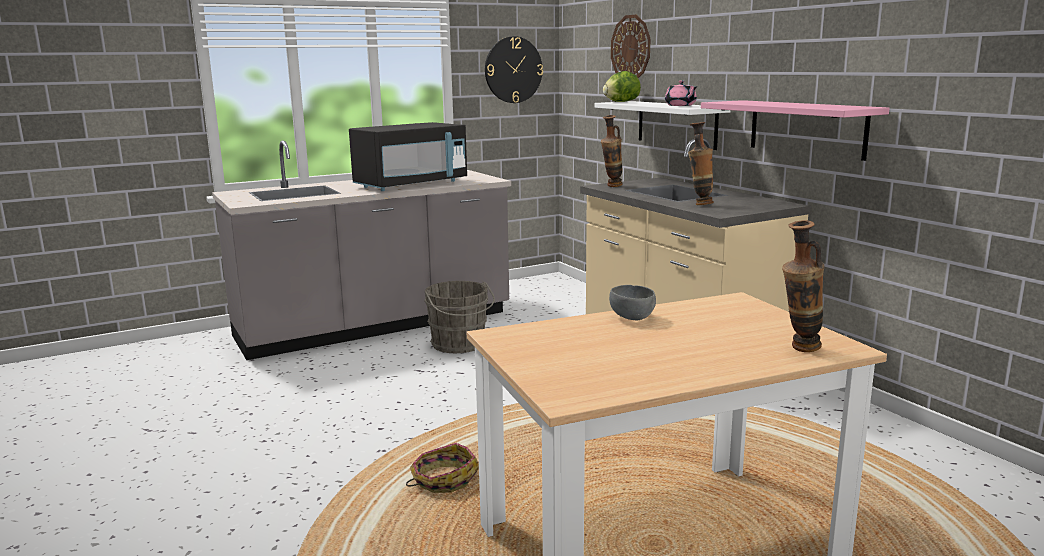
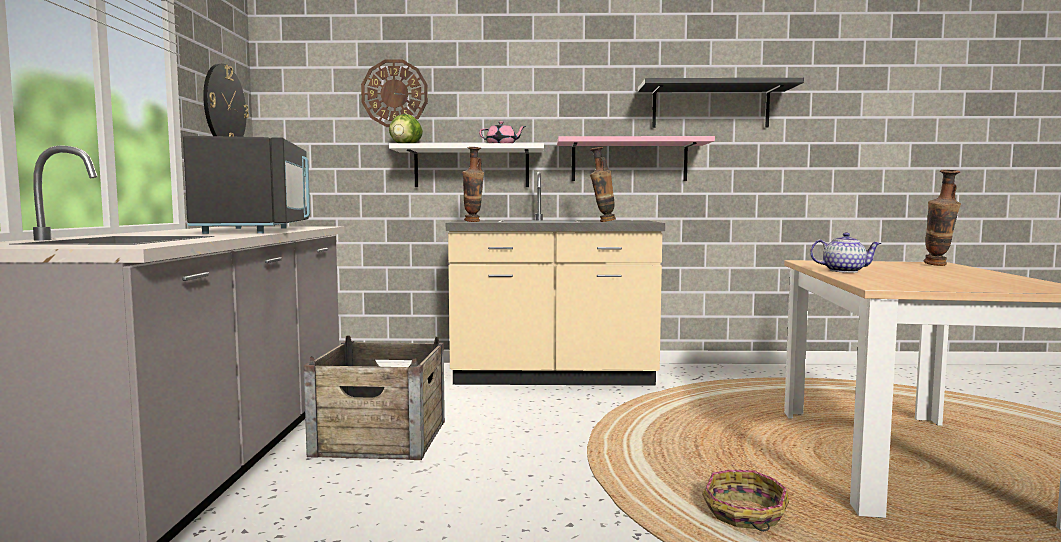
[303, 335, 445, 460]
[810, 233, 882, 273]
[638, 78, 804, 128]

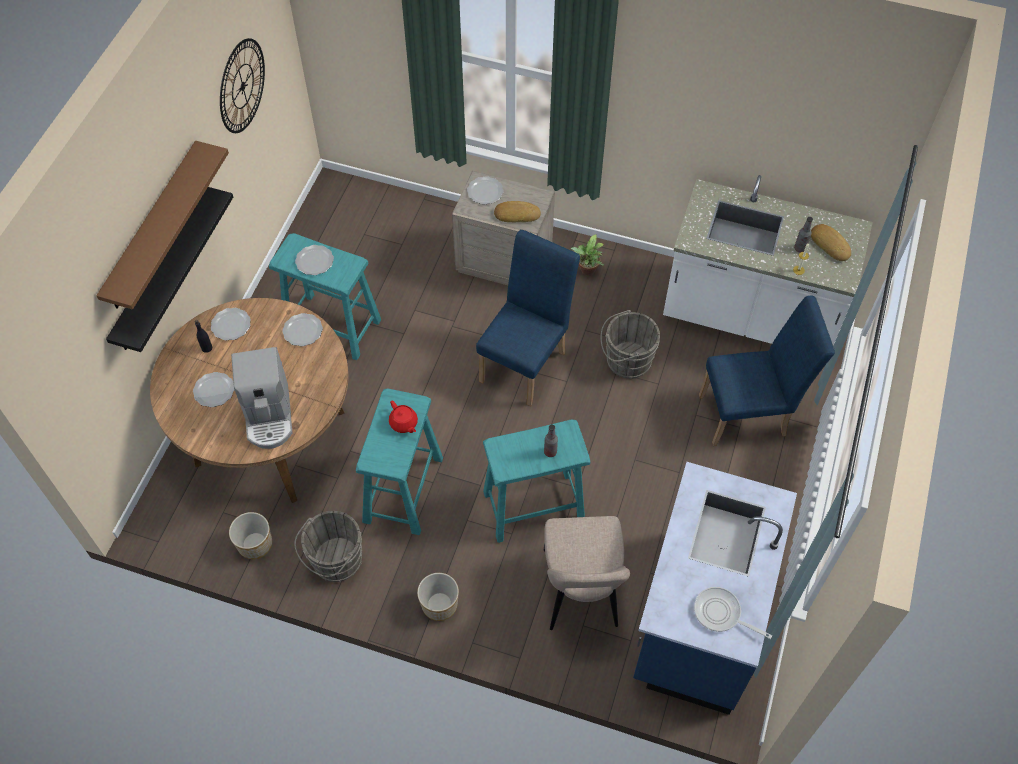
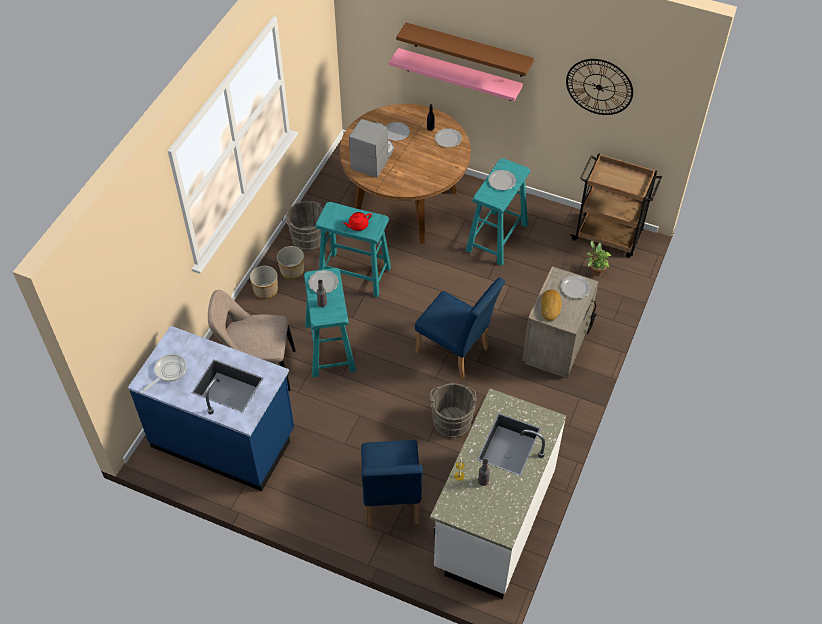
[389, 48, 523, 101]
[811, 224, 851, 261] (first image)
[587, 241, 612, 276]
[308, 270, 339, 293]
[349, 119, 394, 178]
[277, 246, 304, 279]
[570, 153, 662, 258]

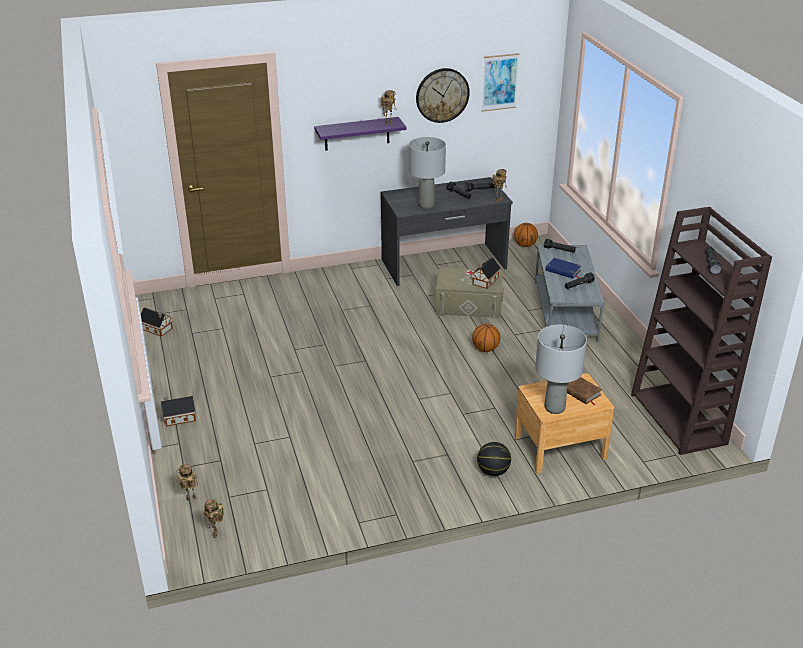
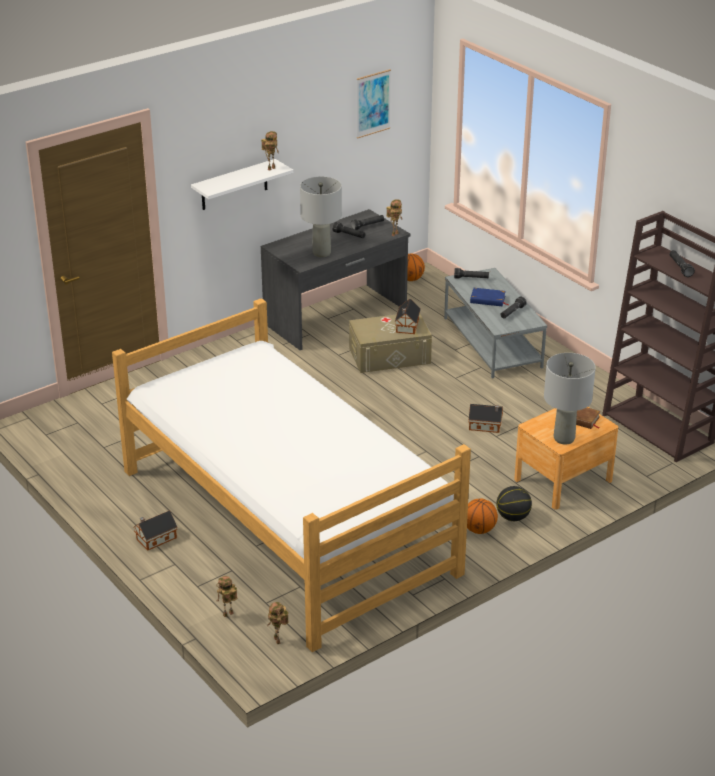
[416, 68, 470, 123] (first image)
[191, 159, 293, 210]
[469, 404, 503, 433]
[467, 498, 498, 534]
[112, 298, 471, 652]

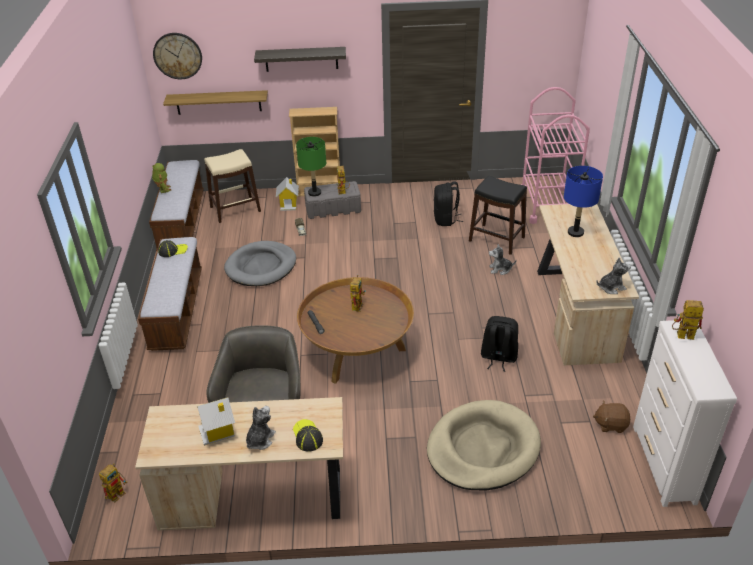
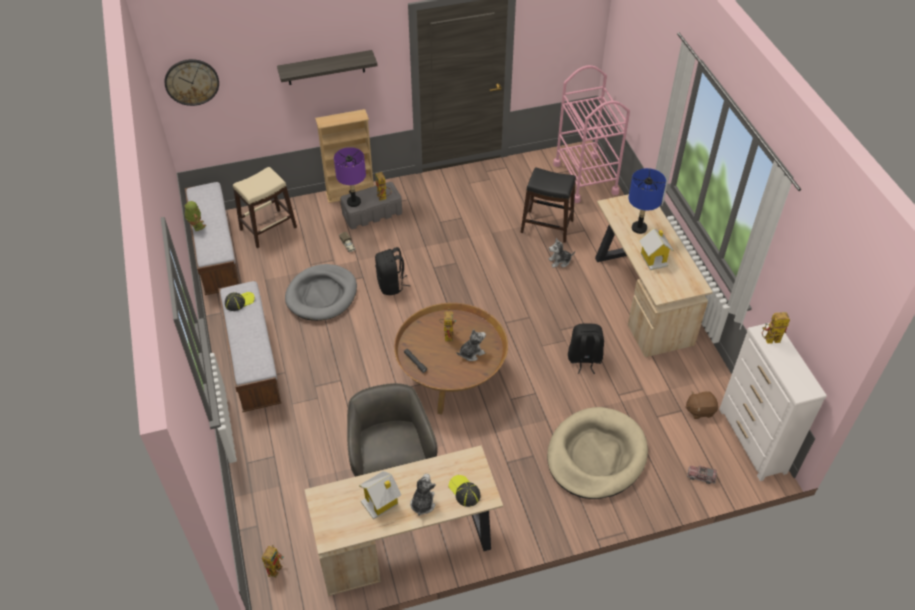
[163, 90, 268, 115] (first image)
[334, 147, 366, 207]
[639, 228, 674, 270]
[375, 247, 411, 295]
[456, 329, 486, 361]
[687, 465, 717, 484]

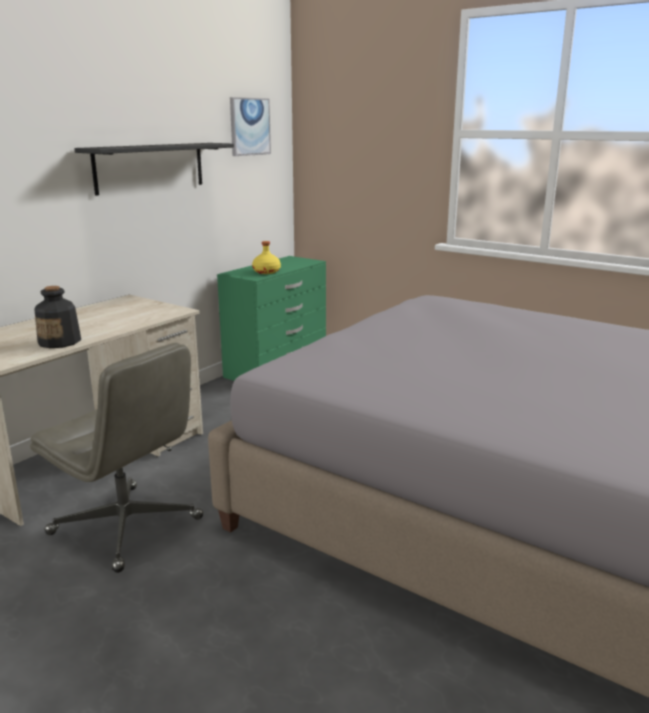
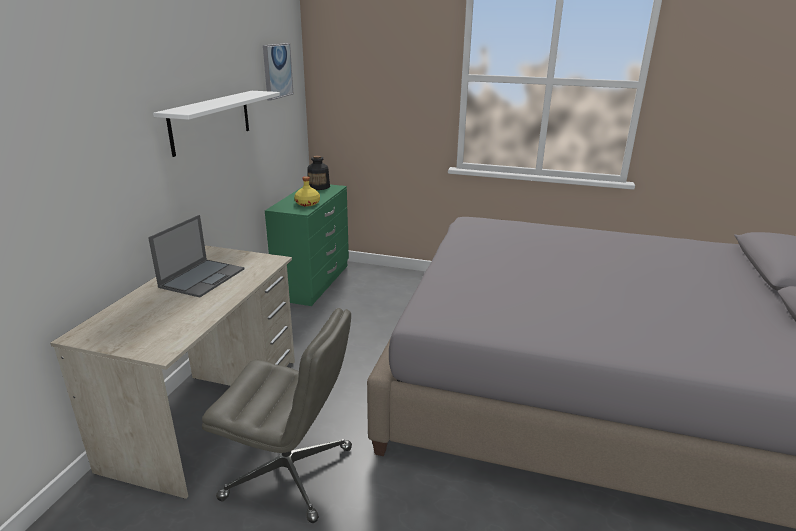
[153, 91, 280, 157]
[307, 155, 330, 190]
[148, 215, 245, 298]

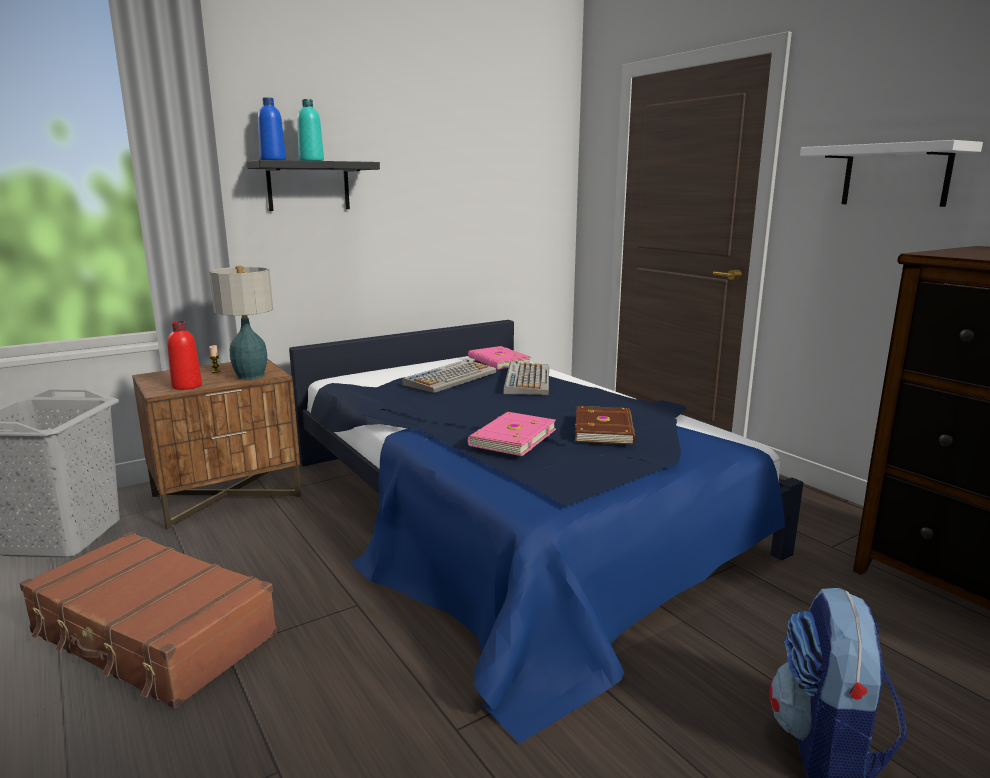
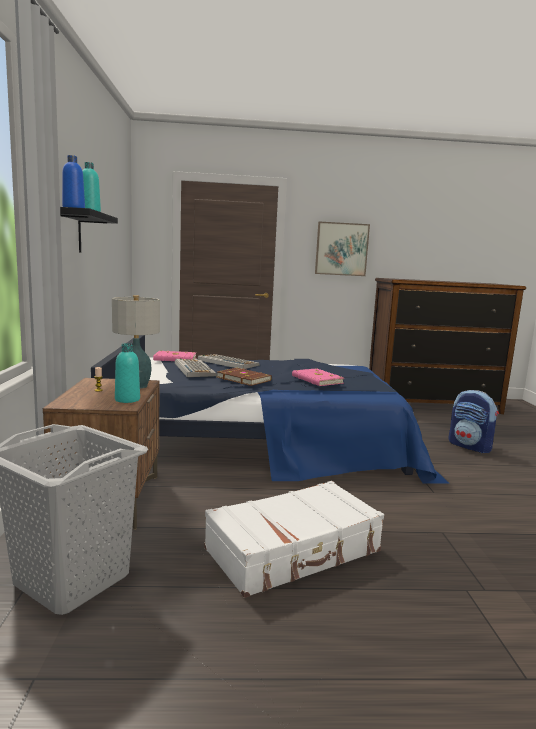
[315, 222, 370, 276]
[115, 343, 140, 403]
[217, 368, 272, 386]
[204, 481, 384, 598]

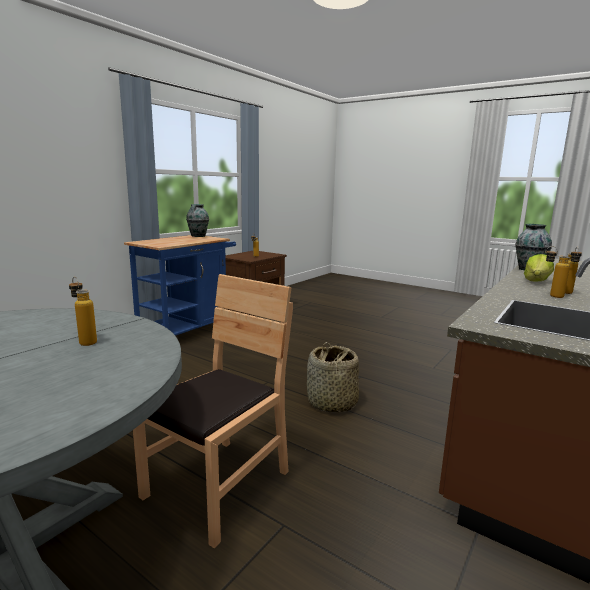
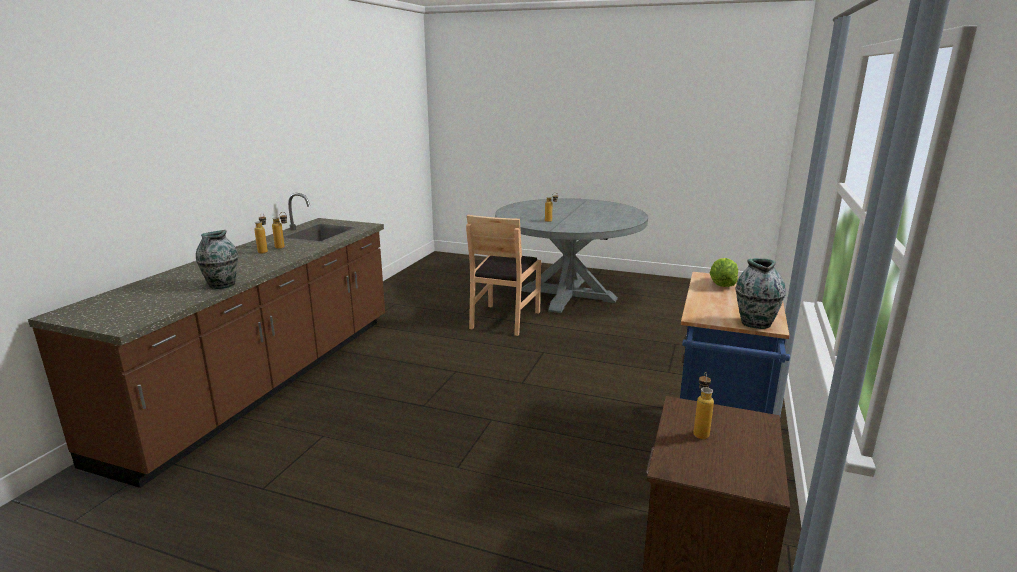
[710, 258, 738, 287]
[307, 342, 359, 413] (first image)

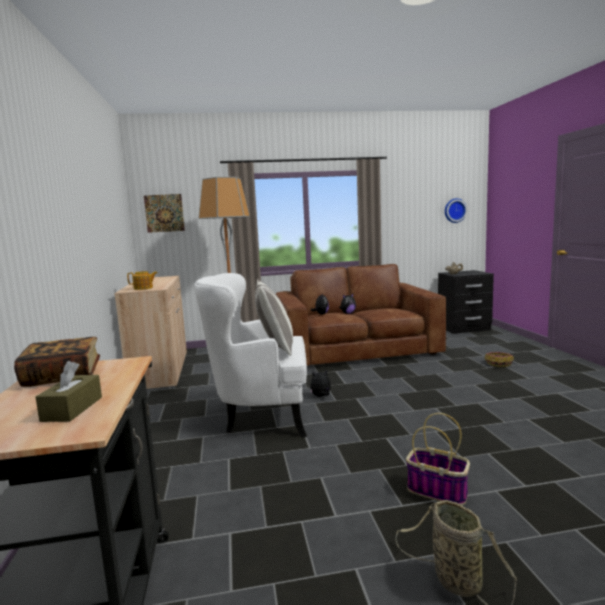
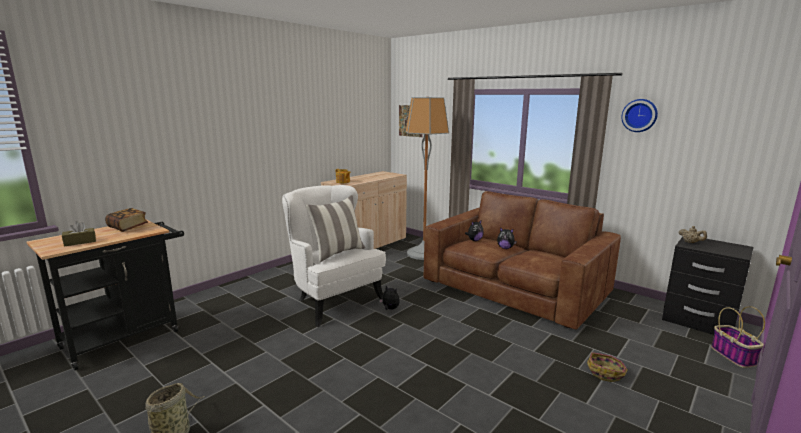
[621, 99, 658, 132]
[711, 306, 765, 368]

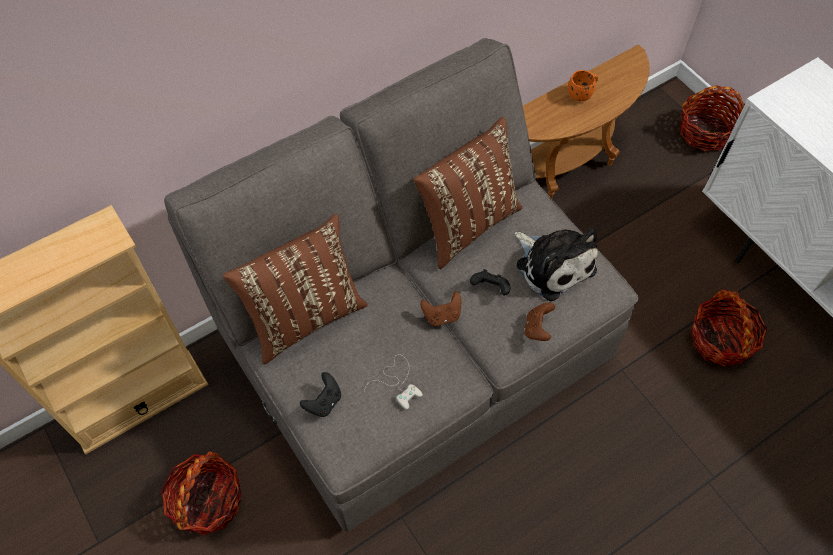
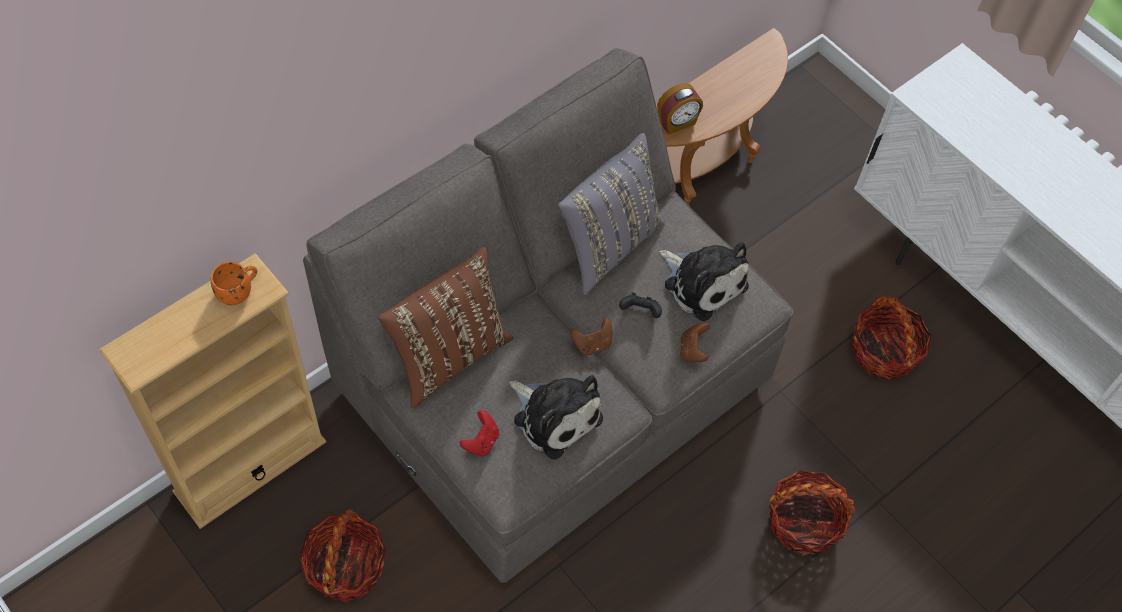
[211, 261, 257, 305]
[769, 470, 855, 555]
[558, 133, 665, 295]
[509, 375, 603, 460]
[460, 410, 499, 456]
[657, 83, 703, 135]

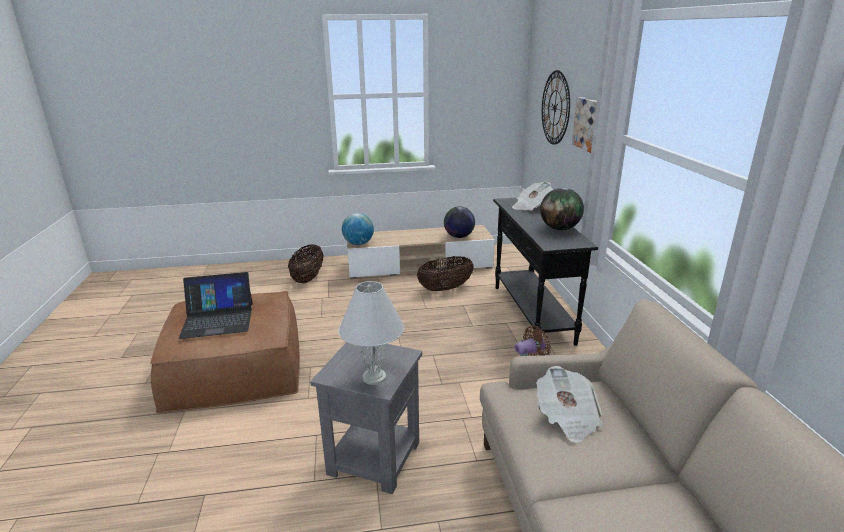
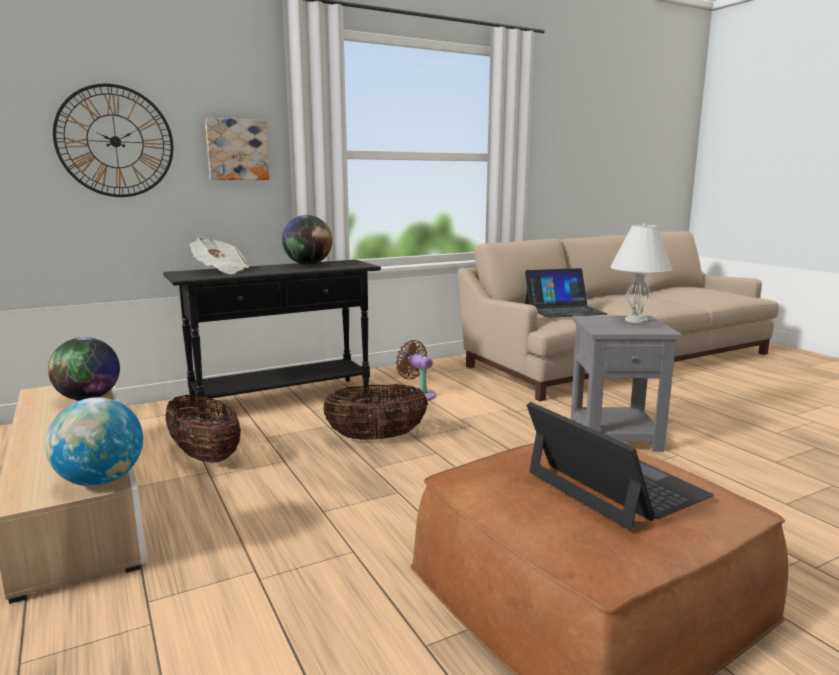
[323, 384, 428, 440]
[525, 268, 607, 318]

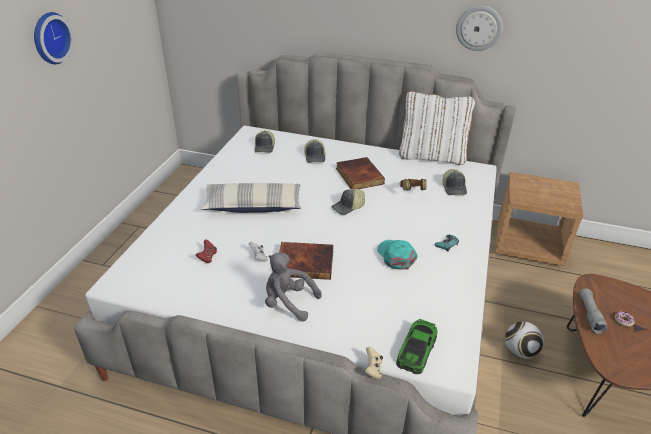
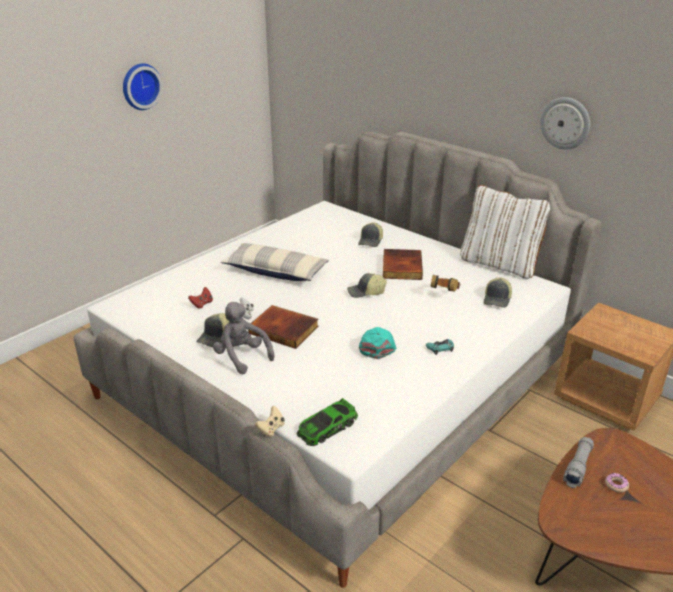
[196, 313, 229, 347]
[505, 321, 544, 359] (first image)

